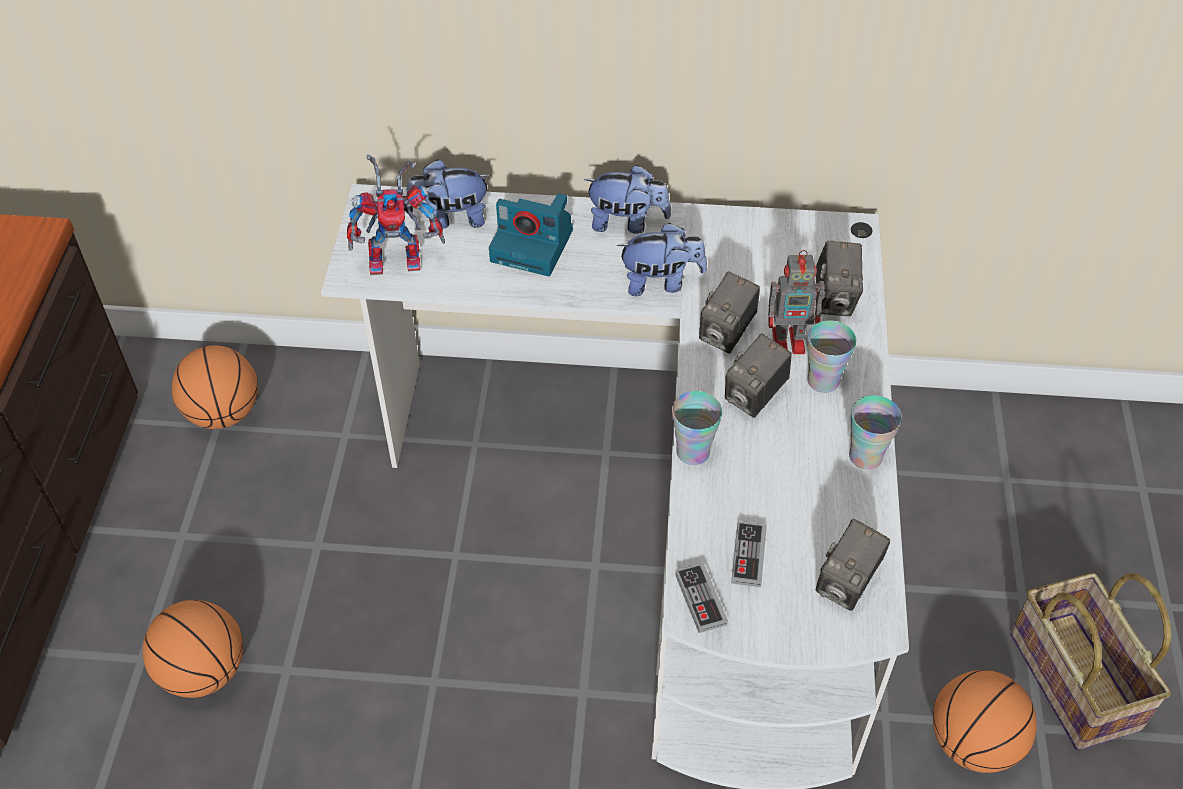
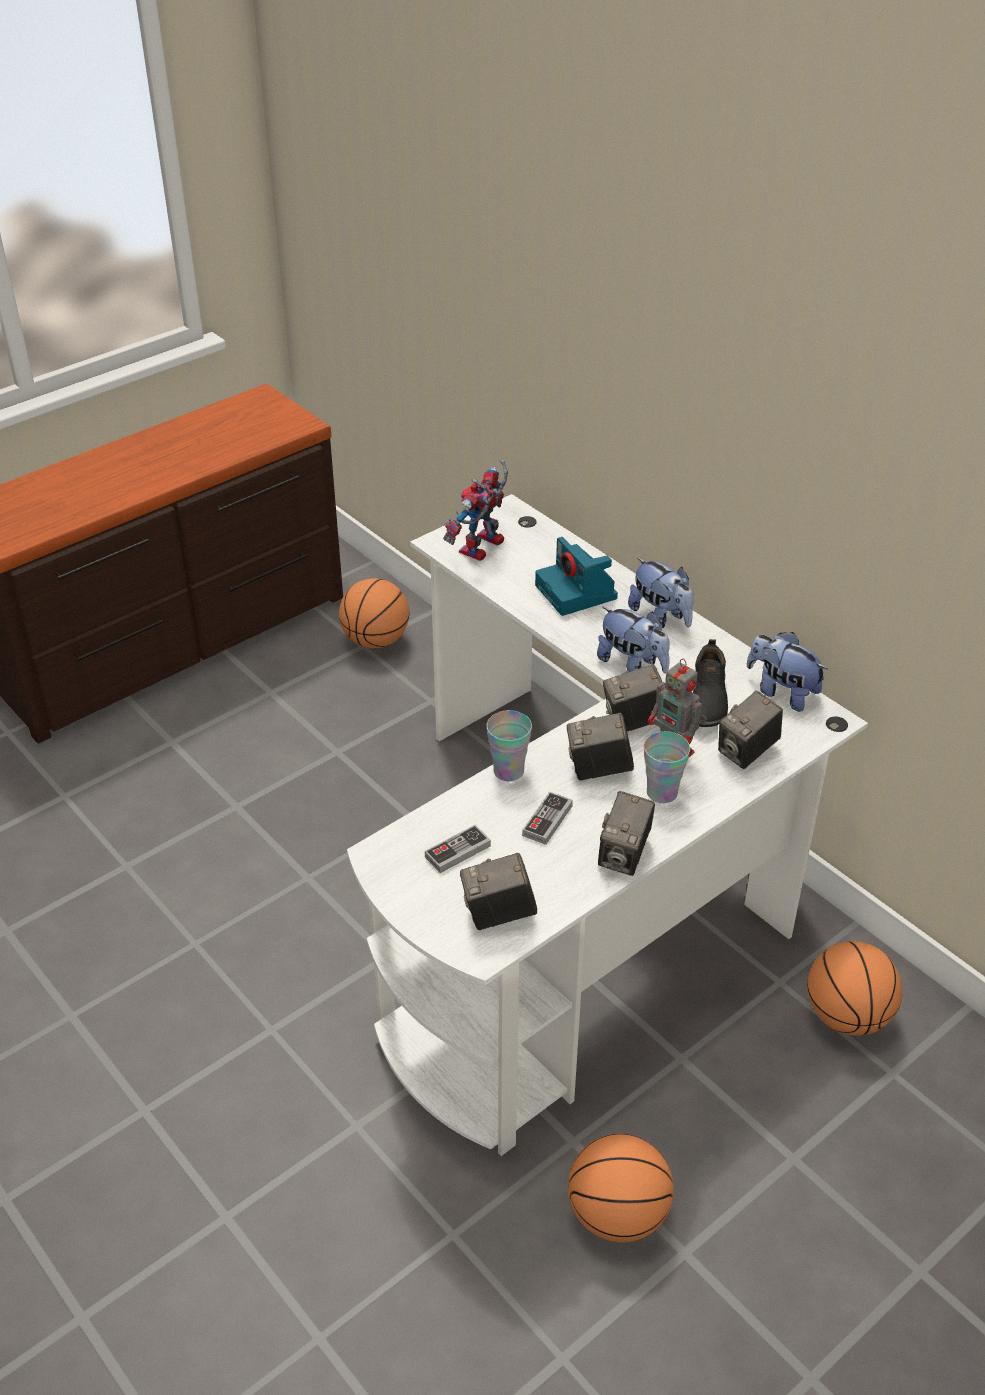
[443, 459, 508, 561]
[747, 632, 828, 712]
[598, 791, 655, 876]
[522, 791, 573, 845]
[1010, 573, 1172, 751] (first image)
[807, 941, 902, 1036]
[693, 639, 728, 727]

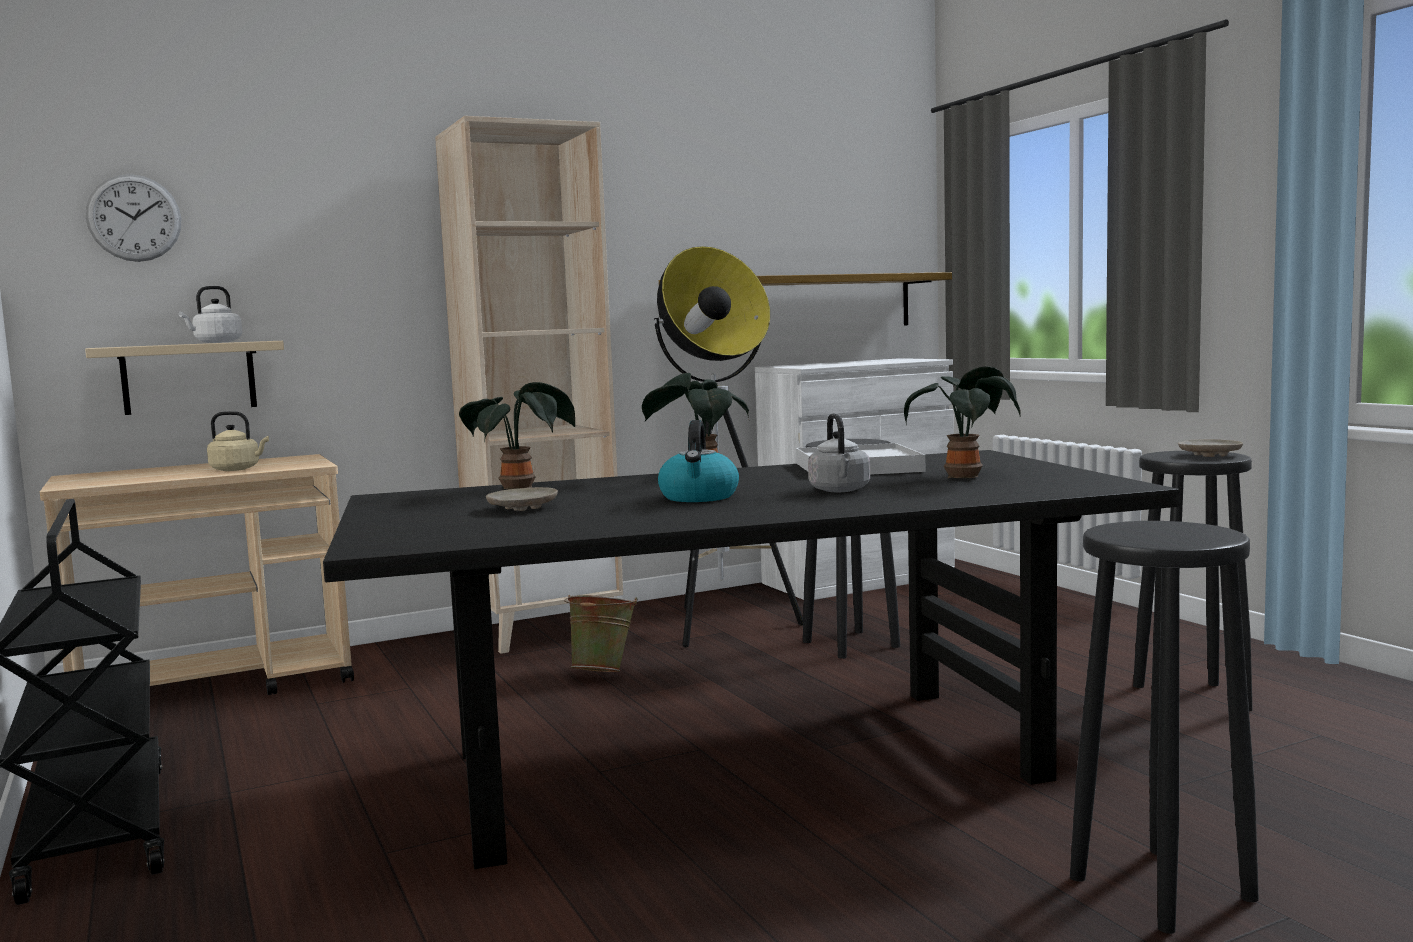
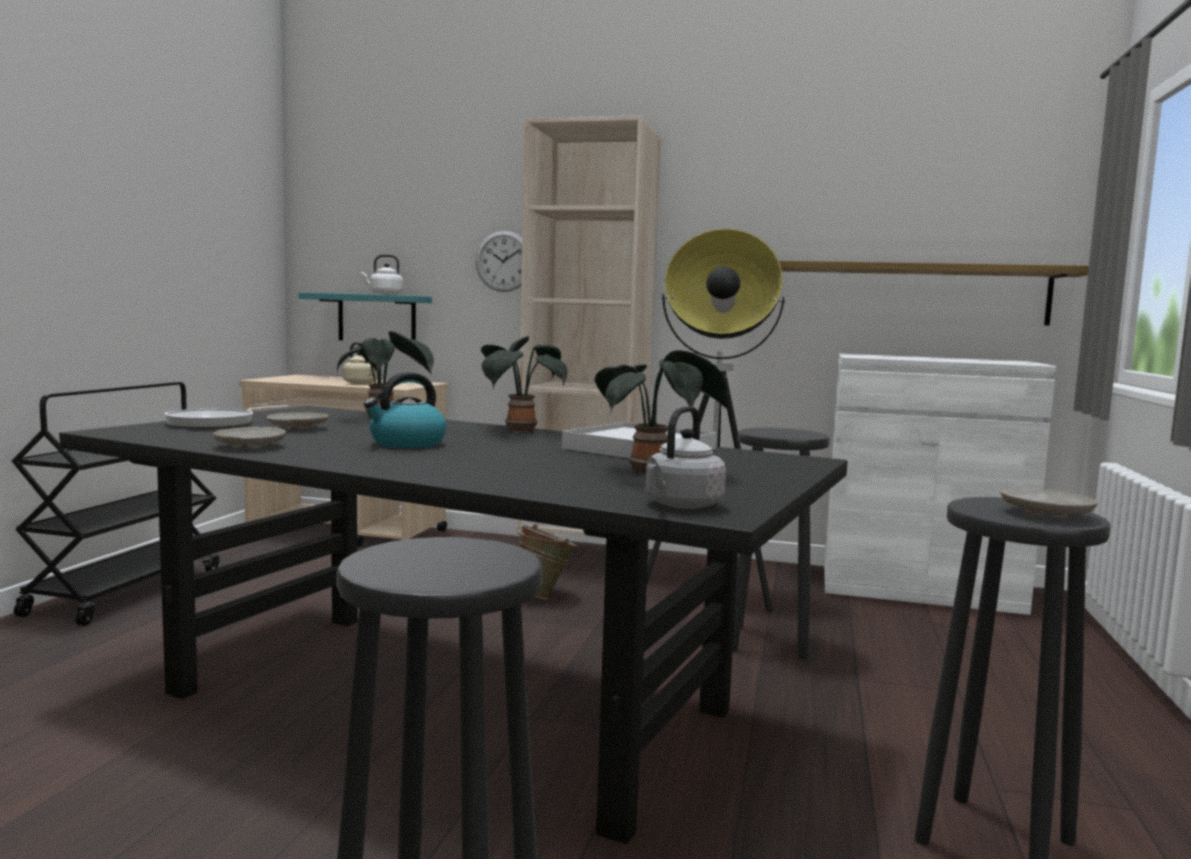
[476, 231, 522, 292]
[298, 292, 432, 340]
[645, 406, 726, 509]
[164, 405, 289, 429]
[213, 427, 286, 448]

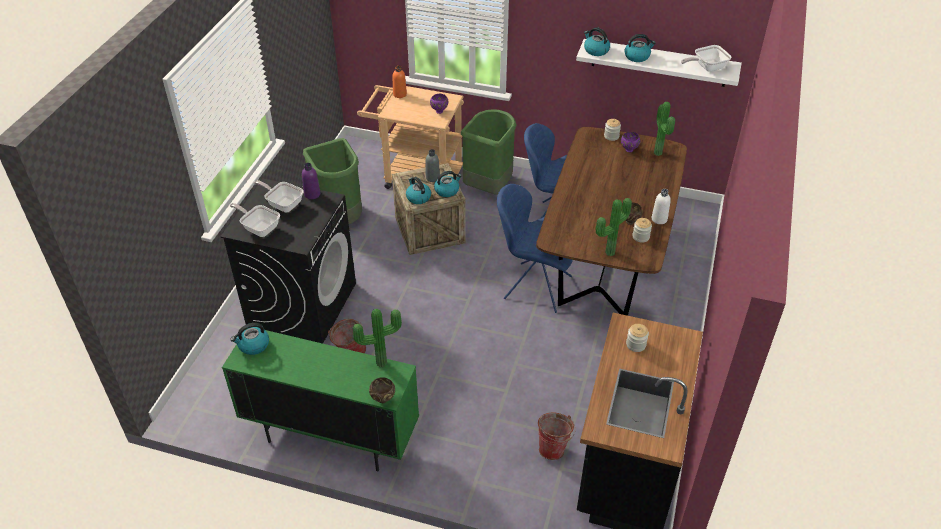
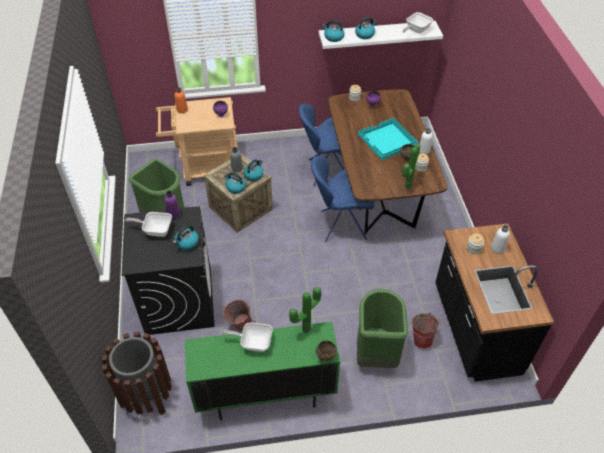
[654, 102, 675, 156] (first image)
[357, 289, 408, 368]
[221, 322, 272, 352]
[173, 225, 199, 250]
[358, 118, 419, 160]
[491, 225, 510, 254]
[102, 332, 172, 415]

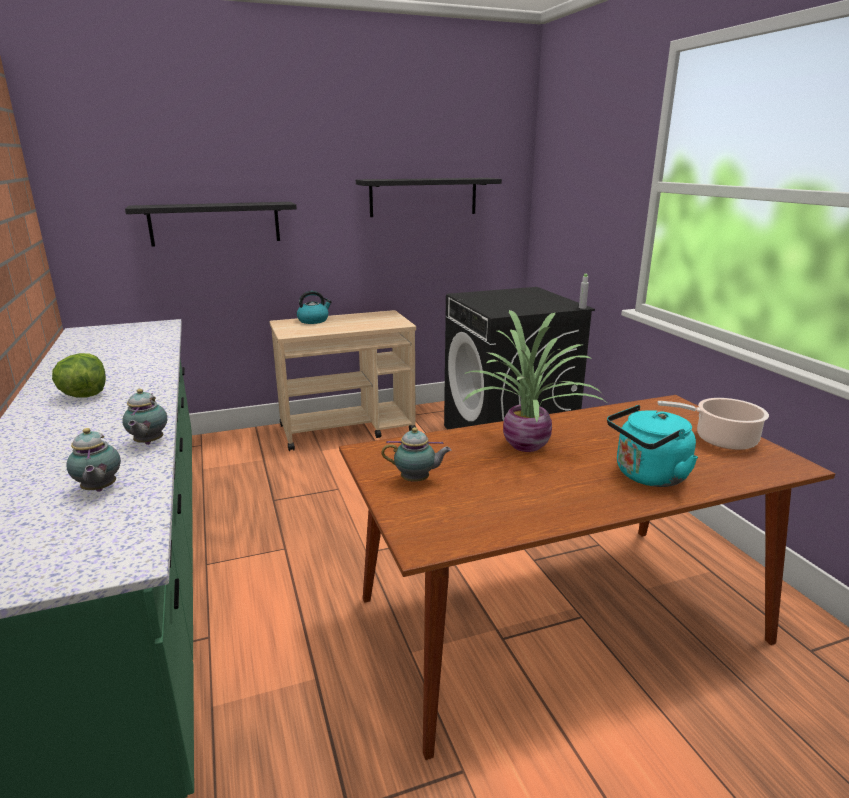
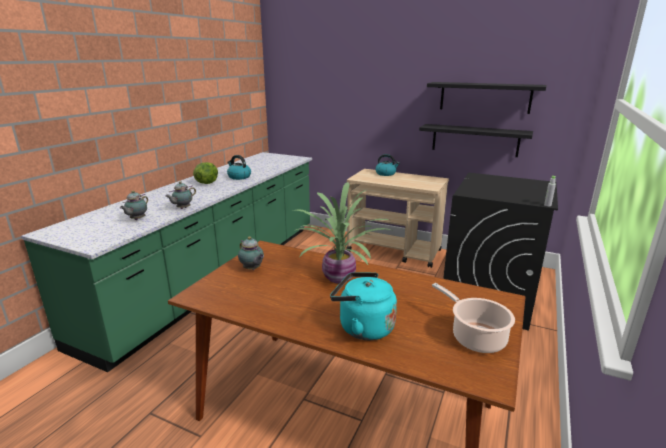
[419, 124, 533, 157]
[227, 155, 251, 180]

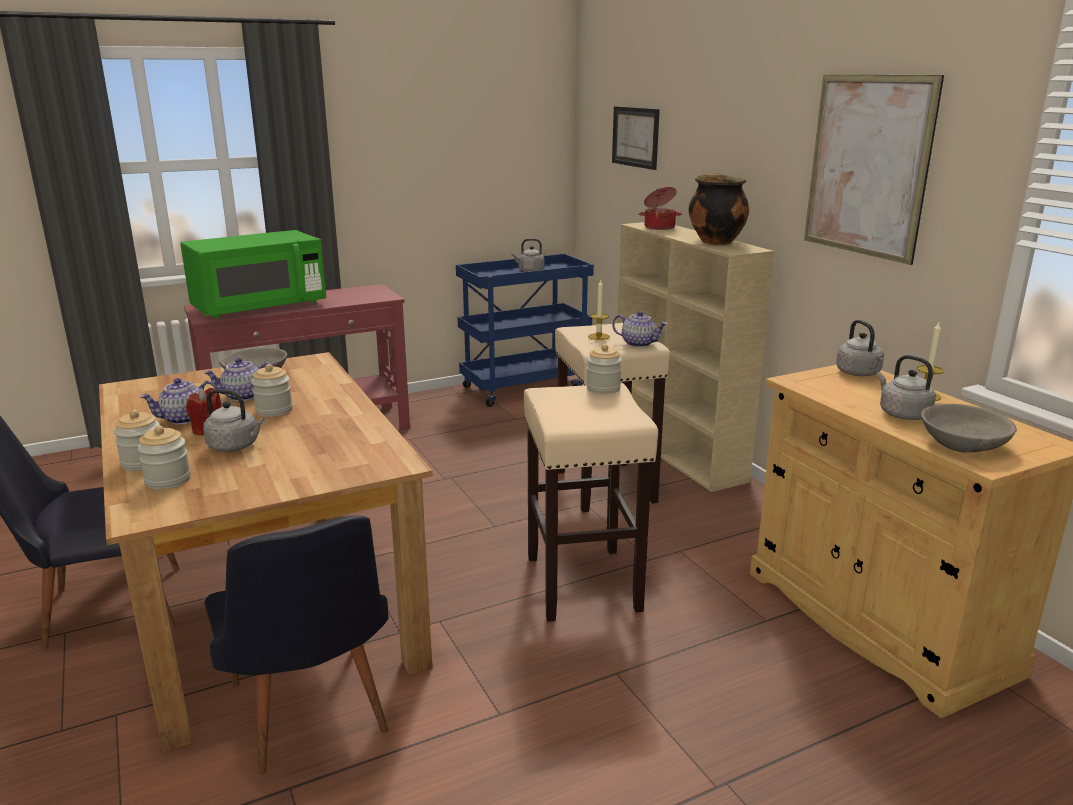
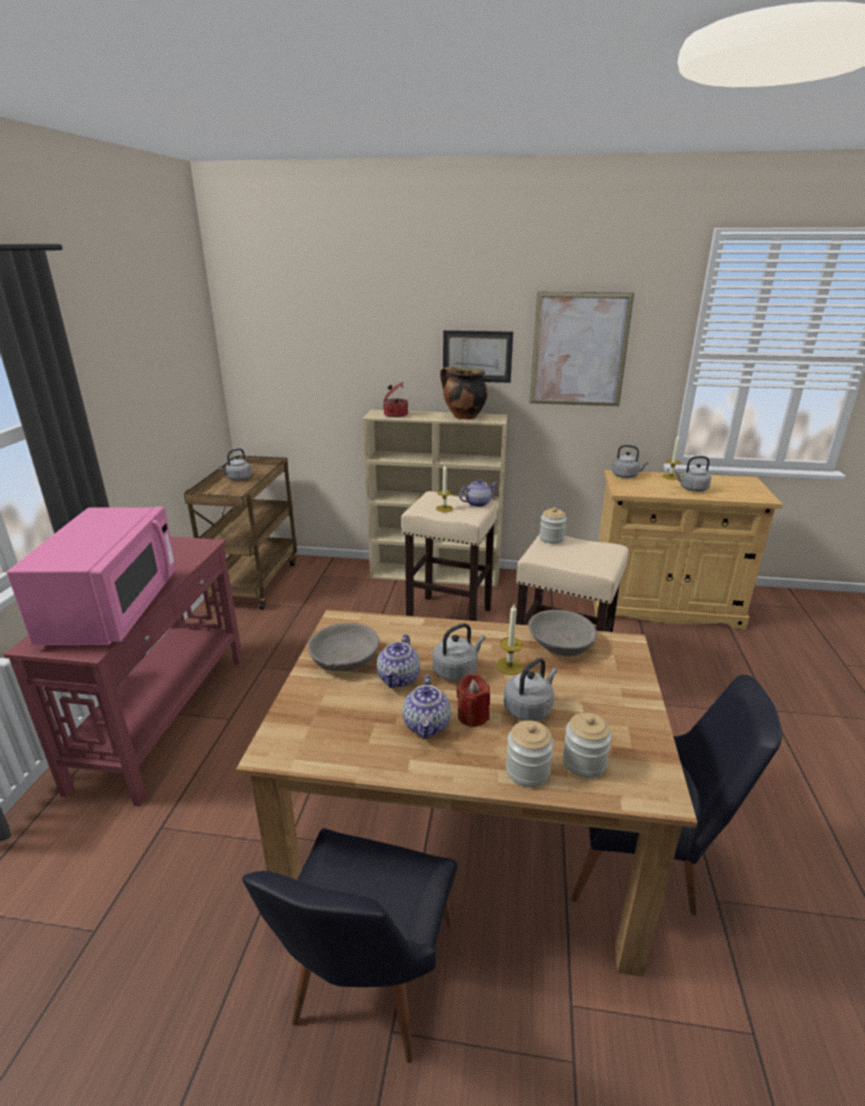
[443, 330, 513, 383]
[7, 507, 177, 645]
[184, 455, 297, 610]
[432, 623, 485, 681]
[529, 610, 597, 656]
[496, 604, 523, 675]

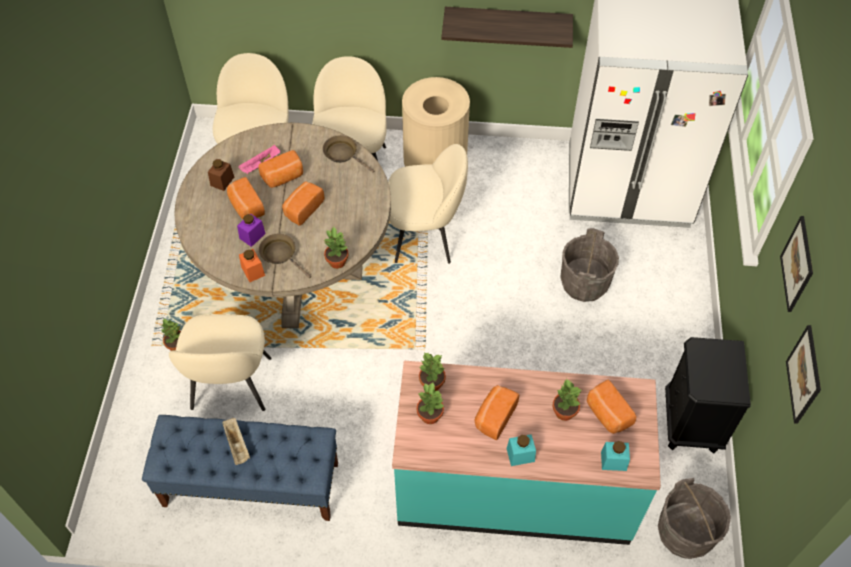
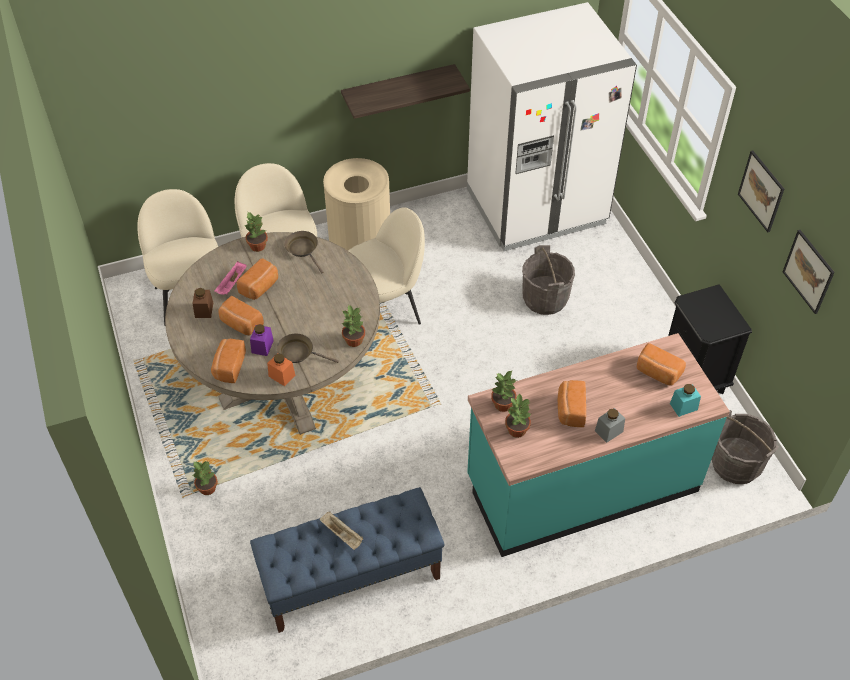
[284, 231, 323, 273]
[211, 339, 246, 383]
[169, 314, 272, 411] (first image)
[245, 212, 268, 252]
[595, 408, 625, 443]

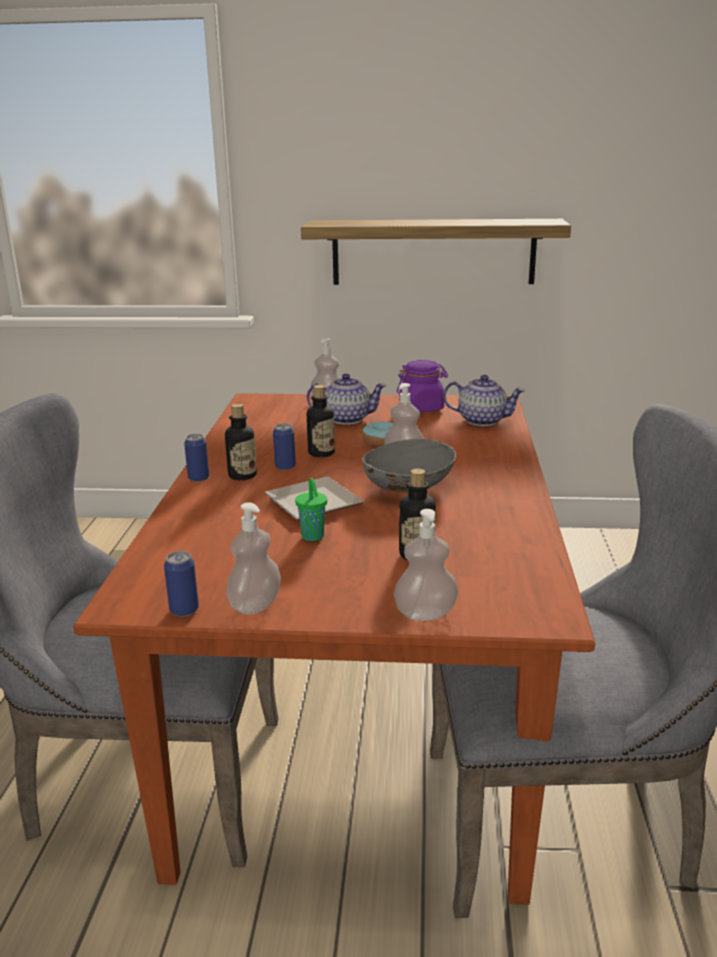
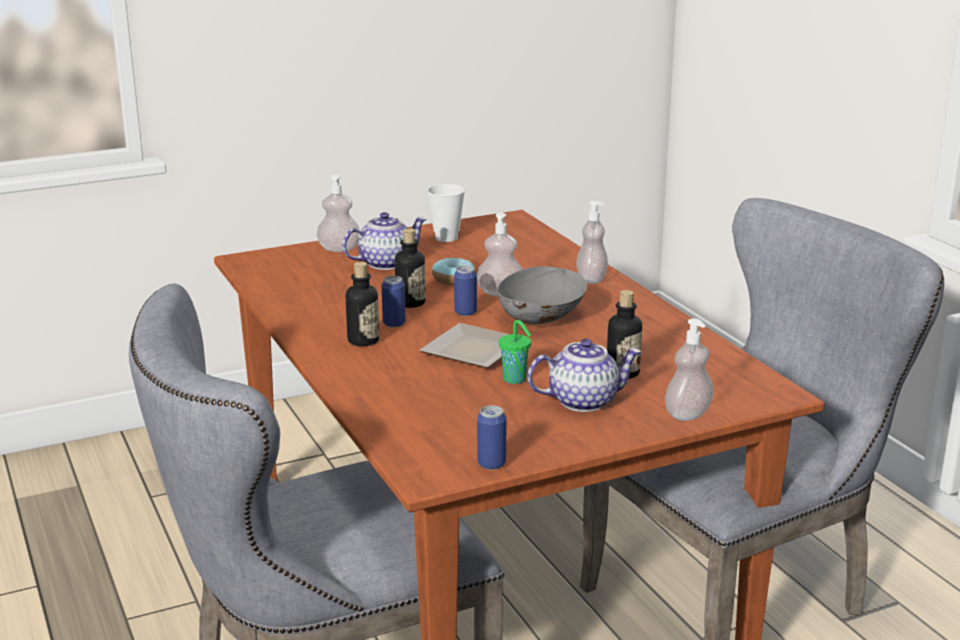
[301, 219, 571, 285] (first image)
[427, 184, 465, 242]
[527, 338, 641, 412]
[454, 266, 477, 316]
[576, 201, 608, 284]

